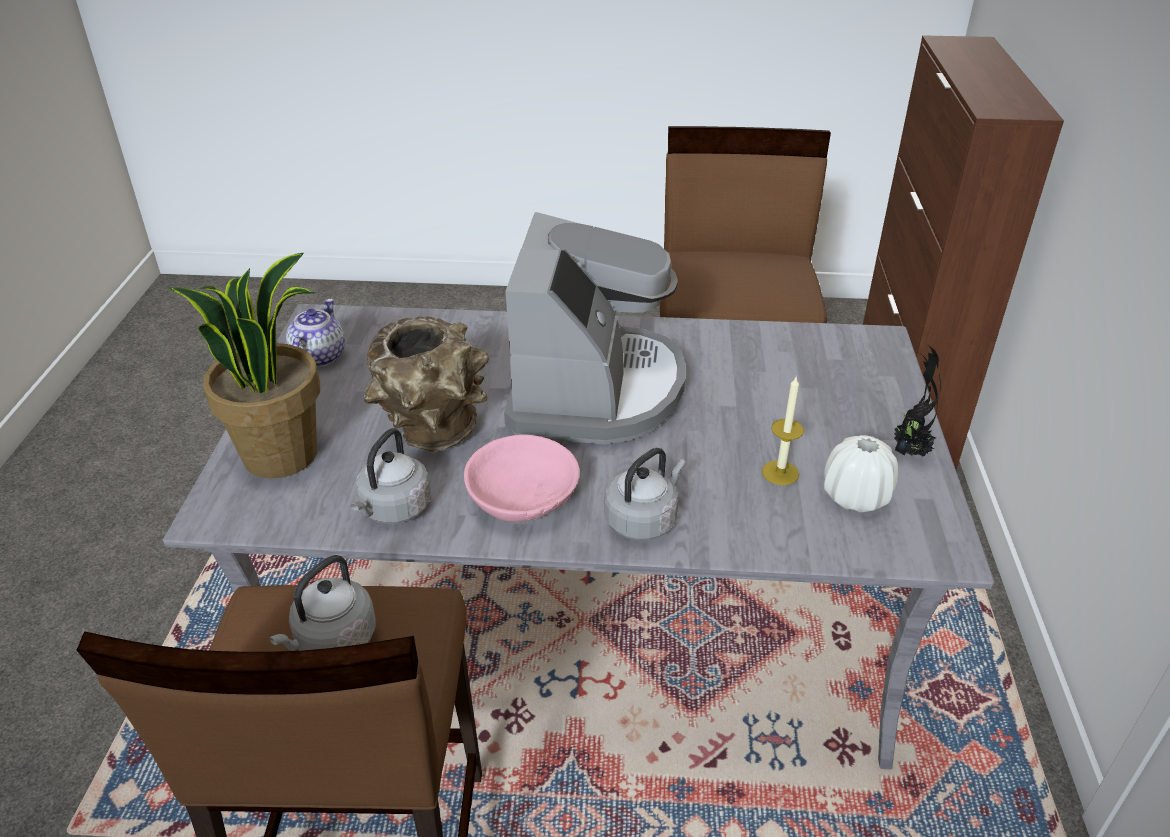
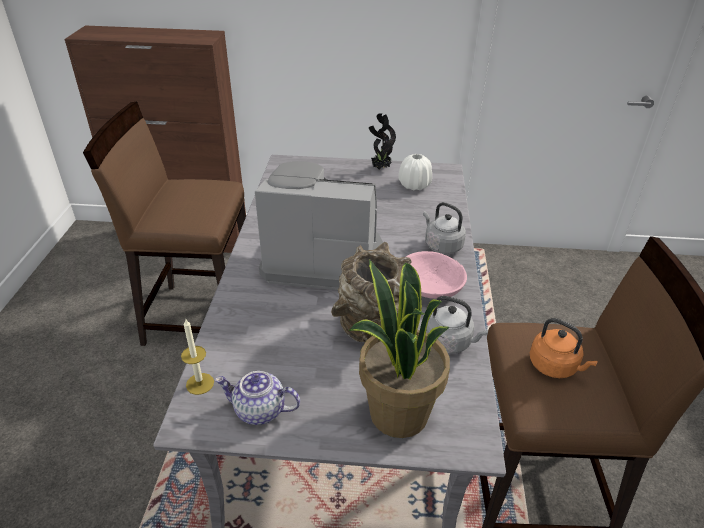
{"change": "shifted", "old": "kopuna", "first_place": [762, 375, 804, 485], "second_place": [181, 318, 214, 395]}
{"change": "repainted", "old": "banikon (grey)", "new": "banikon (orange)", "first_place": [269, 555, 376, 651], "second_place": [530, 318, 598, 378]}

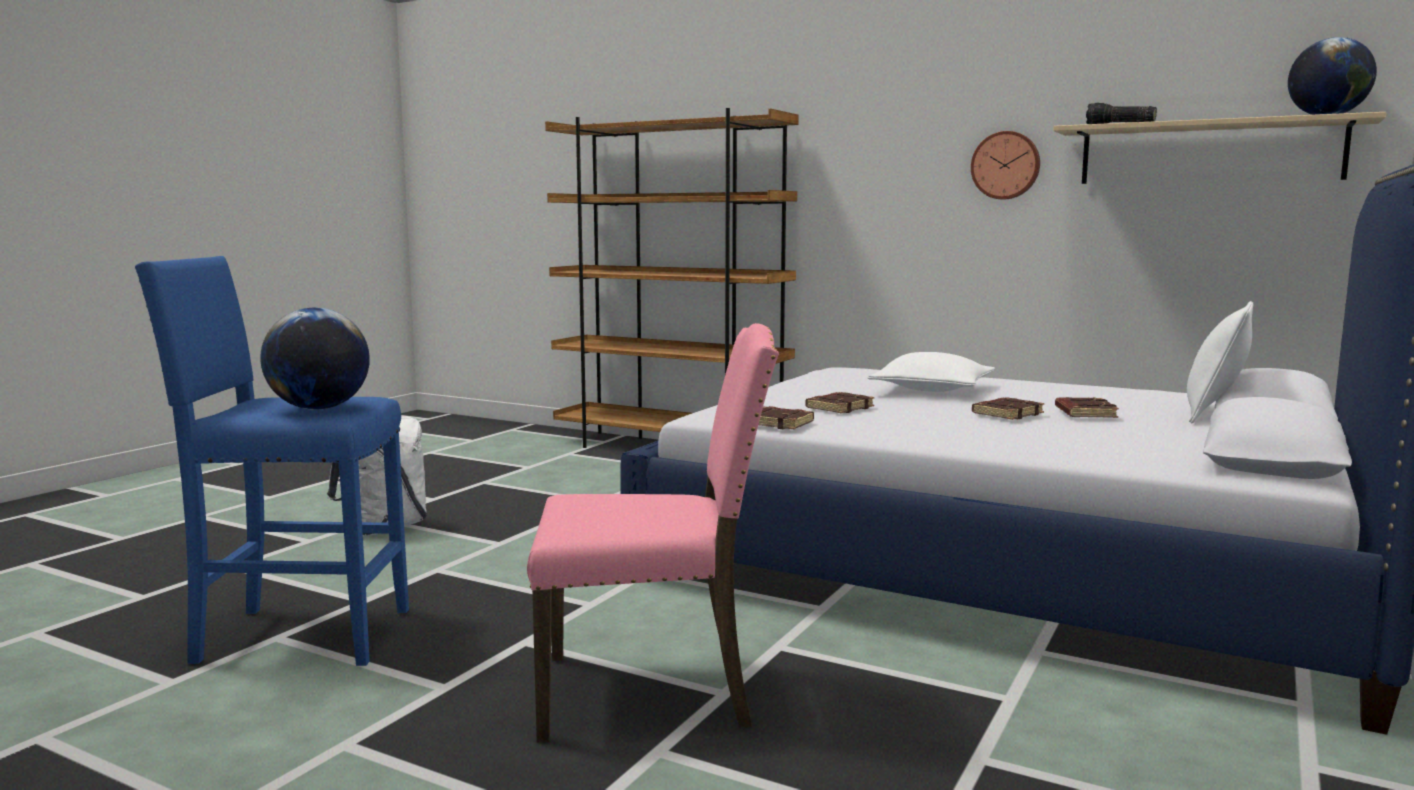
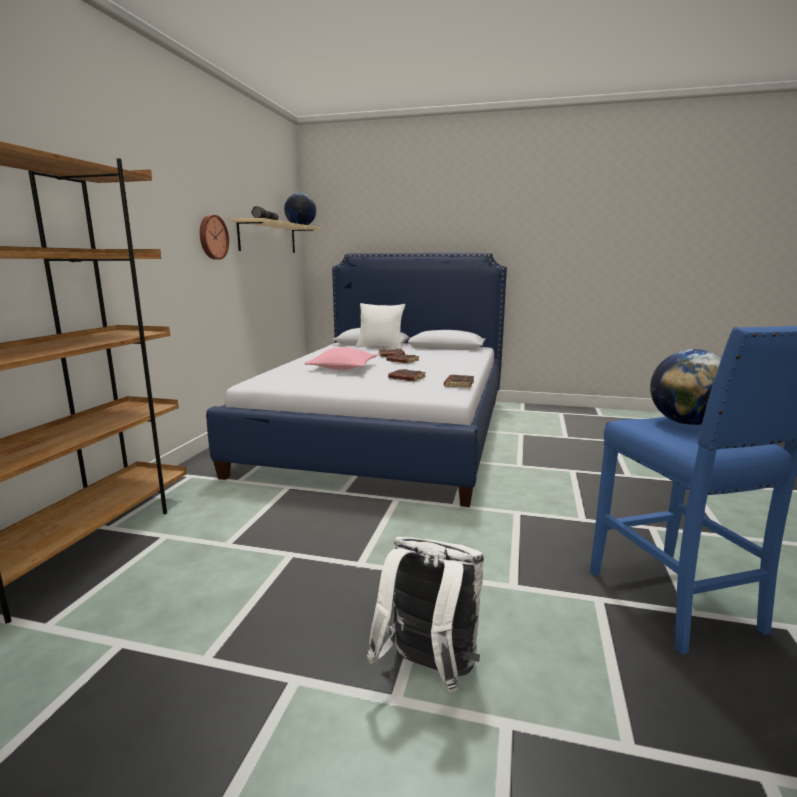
{"change": "gone", "old": "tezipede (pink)", "first_place": [527, 323, 779, 743]}
{"change": "repainted", "old": "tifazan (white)", "new": "tifazan (pink)", "first_place": [868, 352, 995, 392], "second_place": [304, 347, 378, 370]}

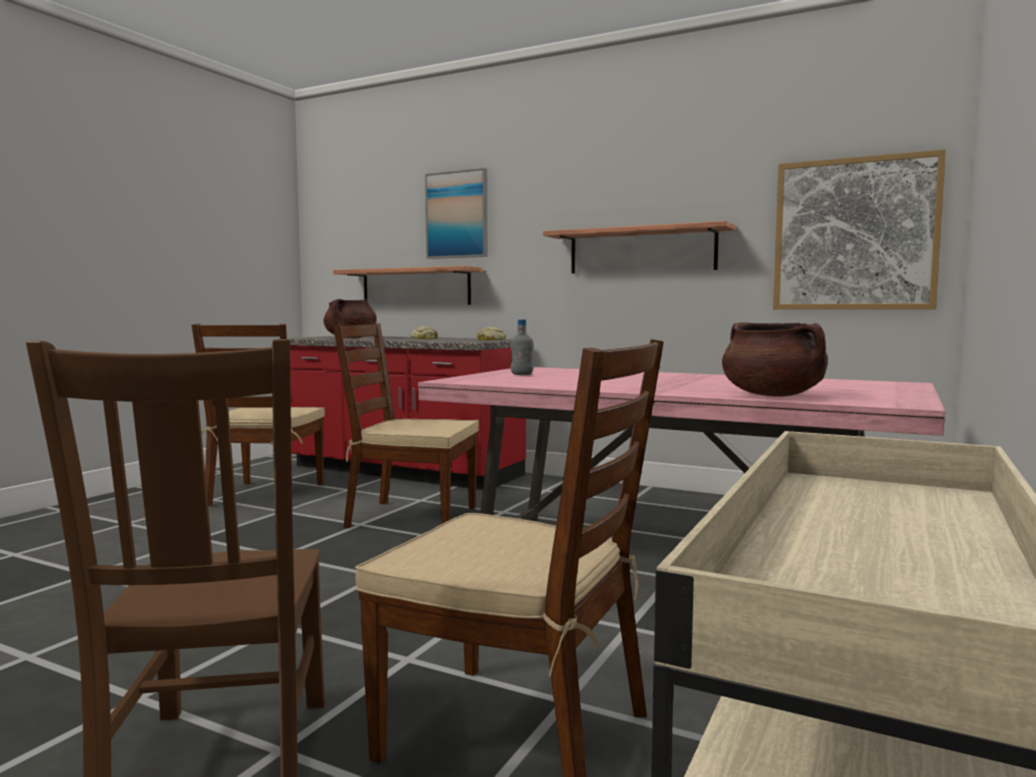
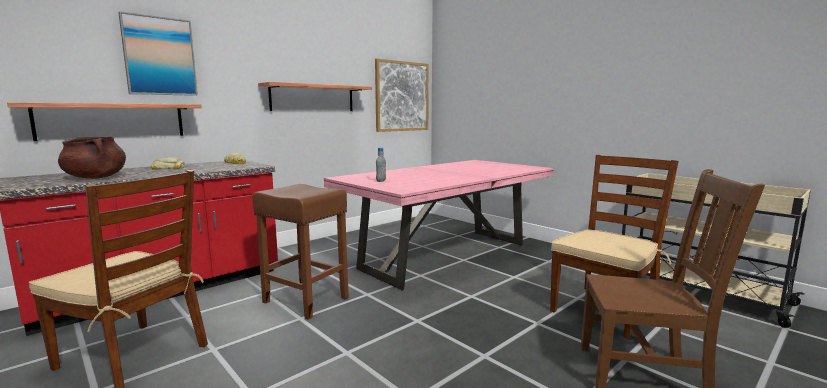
{"change": "gone", "old": "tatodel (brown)", "first_place": [722, 322, 828, 397]}
{"change": "swapped", "old": "tezipede (brown)", "new": "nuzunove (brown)", "first_place": [333, 323, 479, 528], "second_place": [252, 184, 349, 320]}

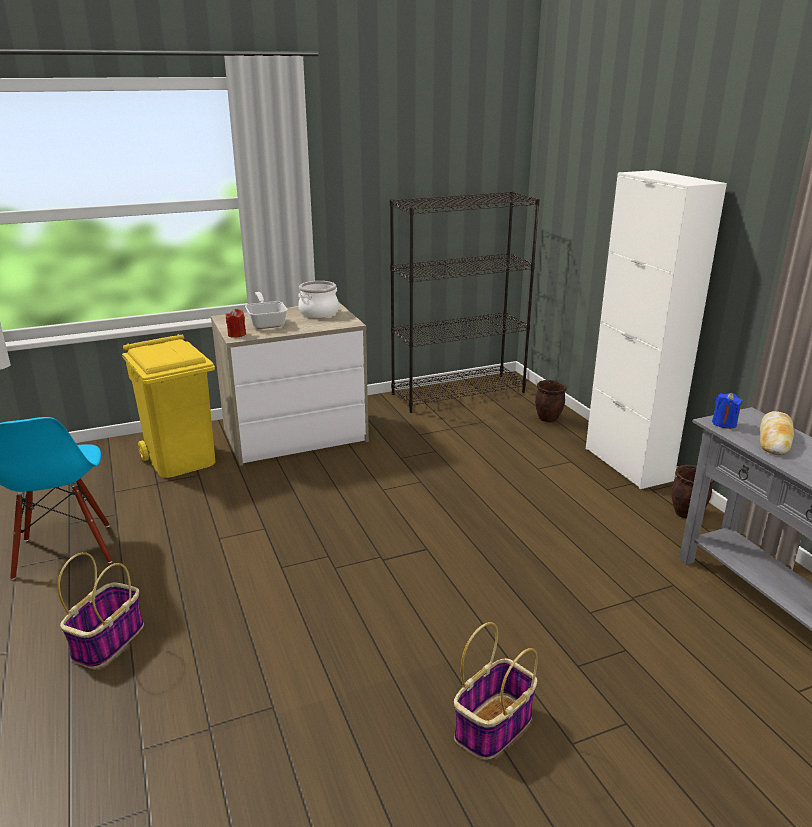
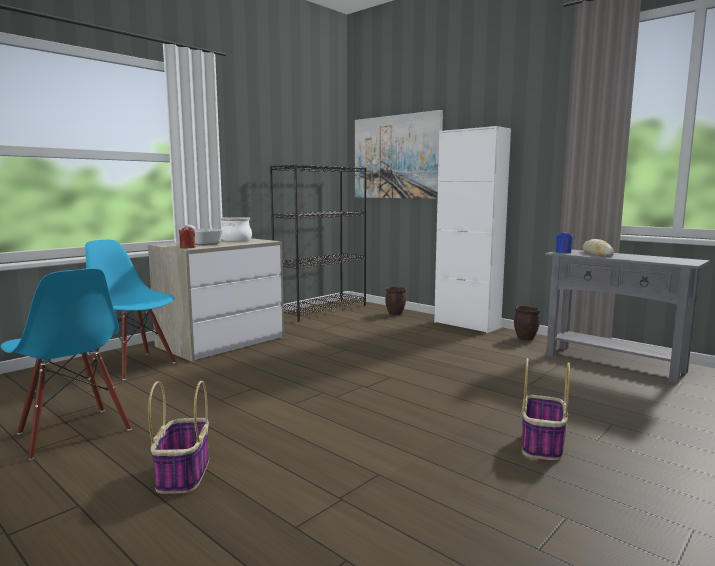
{"change": "swapped", "old": "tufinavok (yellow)", "new": "tezipede (blue)", "first_place": [122, 334, 215, 478], "second_place": [85, 240, 176, 380]}
{"change": "new", "new": "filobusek", "second_place": [355, 110, 443, 199]}

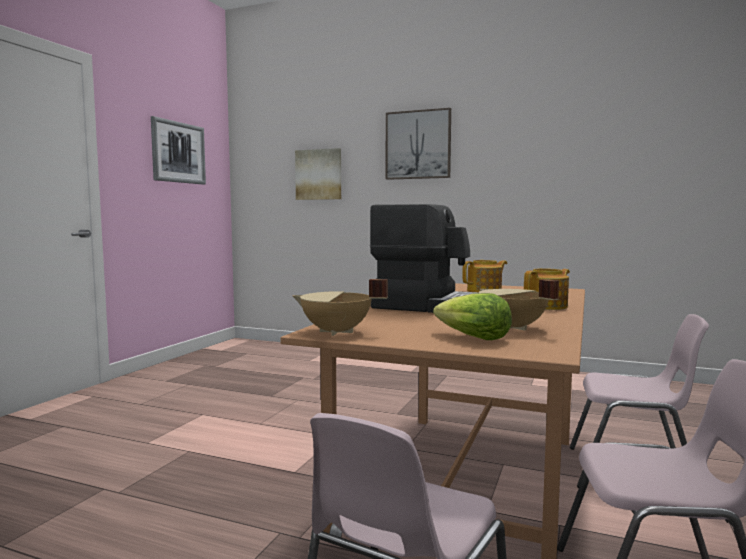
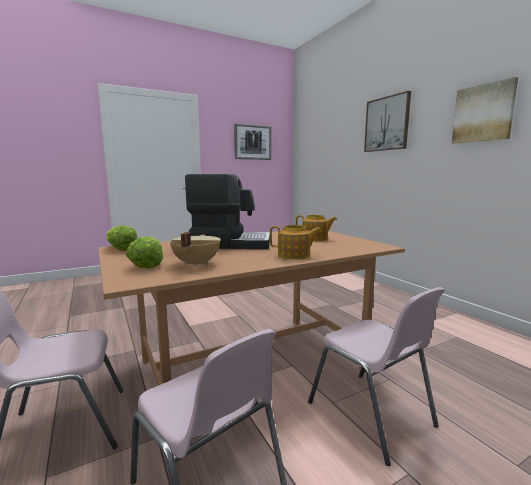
{"change": "shifted", "old": "filobusek", "first_place": [295, 148, 341, 200], "second_place": [451, 77, 518, 144]}
{"change": "rotated", "old": "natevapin", "first_place": [370, 204, 479, 313], "second_place": [185, 174, 270, 249], "degrees": -60}
{"change": "swapped", "old": "tatodel (beige)", "new": "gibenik", "first_place": [292, 279, 388, 336], "second_place": [106, 225, 137, 251]}

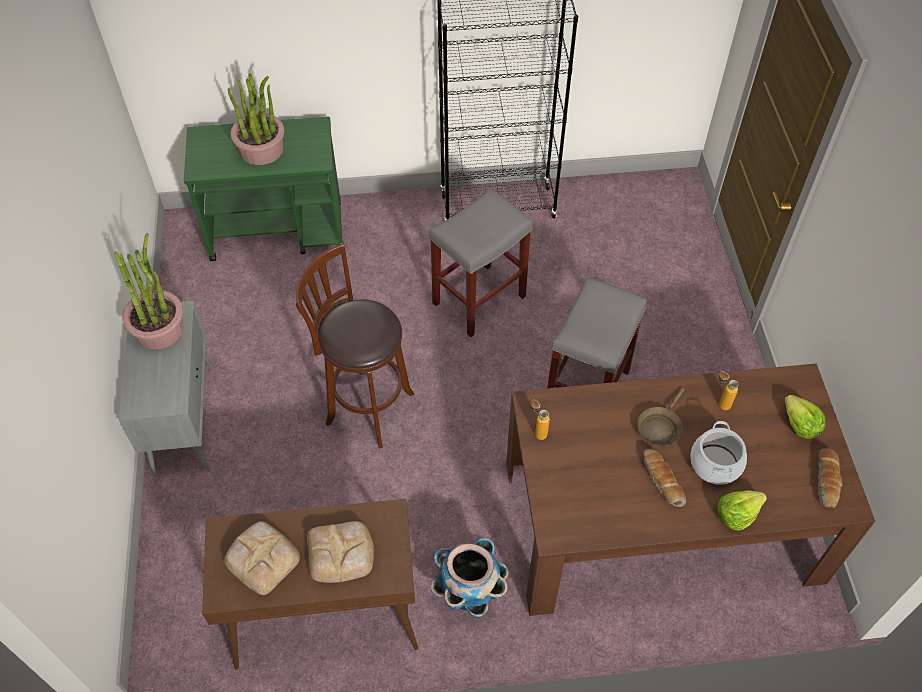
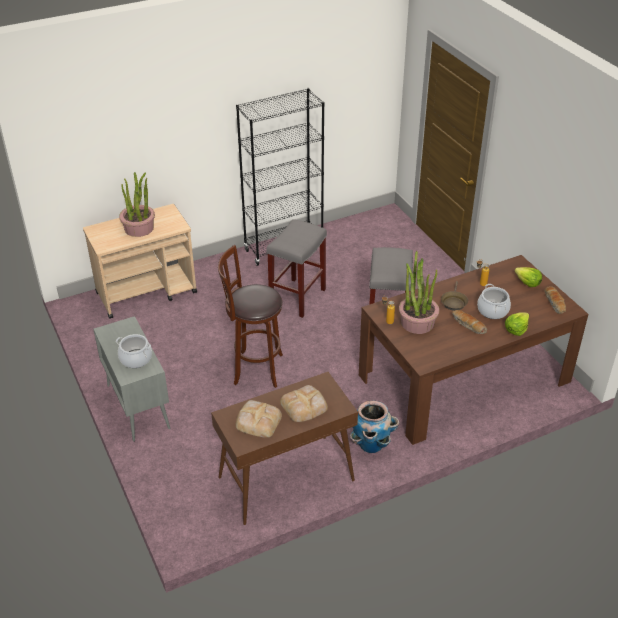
{"change": "repainted", "old": "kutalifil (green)", "new": "kutalifil (beige)", "first_place": [184, 116, 343, 261], "second_place": [83, 204, 197, 319]}
{"change": "shifted", "old": "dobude", "first_place": [114, 233, 184, 349], "second_place": [399, 251, 439, 334]}
{"change": "new", "new": "tatodel", "second_place": [116, 334, 152, 368]}

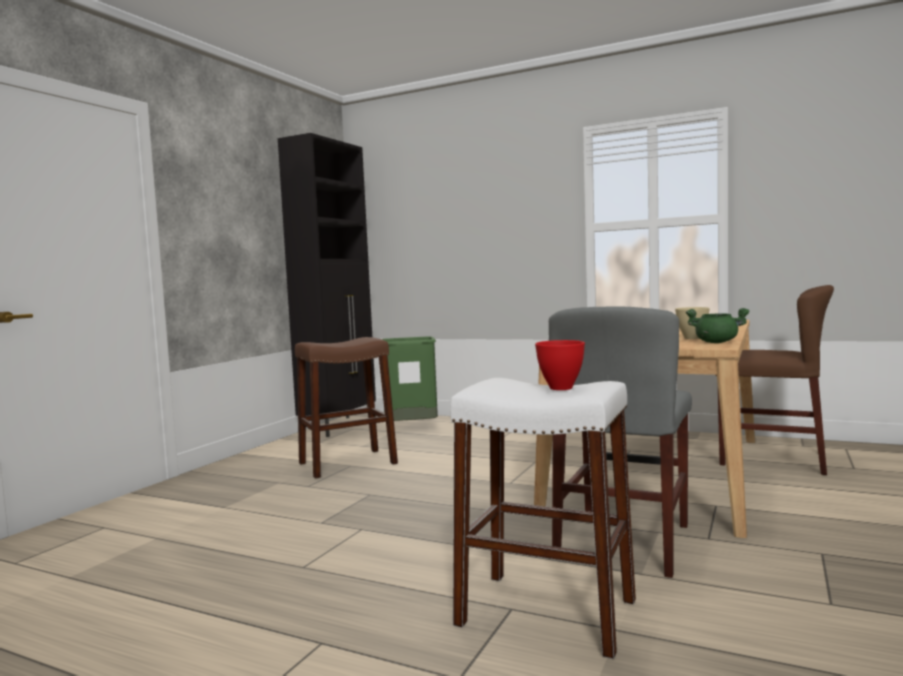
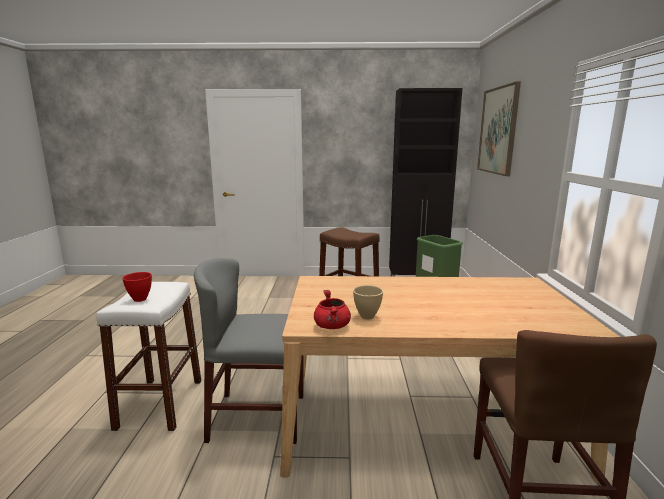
{"change": "repainted", "old": "tatodel (green)", "new": "tatodel (red)", "first_place": [686, 308, 749, 343], "second_place": [314, 290, 351, 329]}
{"change": "new", "new": "filobusek", "second_place": [477, 81, 521, 176]}

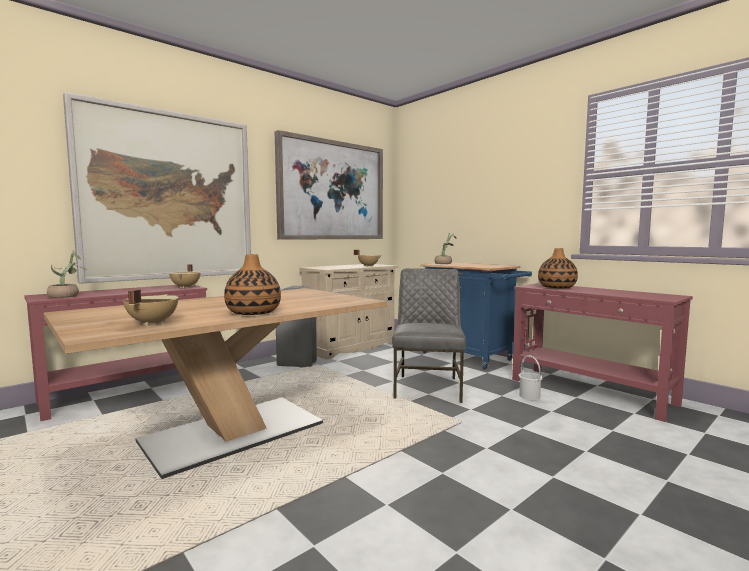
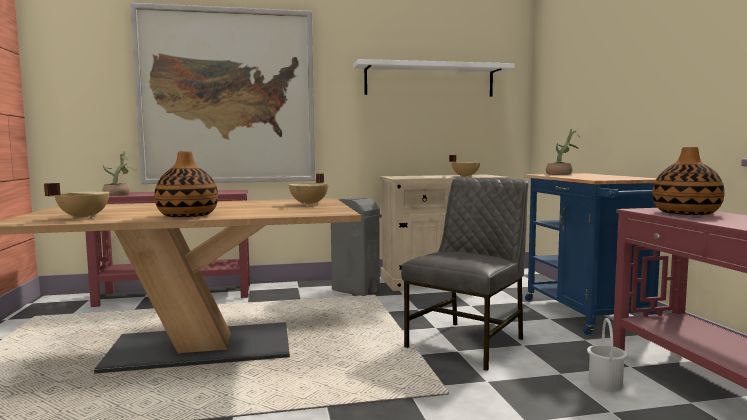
{"change": "swapped", "old": "filobusek", "new": "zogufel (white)", "first_place": [275, 130, 383, 240], "second_place": [353, 59, 515, 97]}
{"change": "shifted", "old": "tatodel (beige)", "first_place": [169, 264, 200, 288], "second_place": [289, 173, 328, 205]}

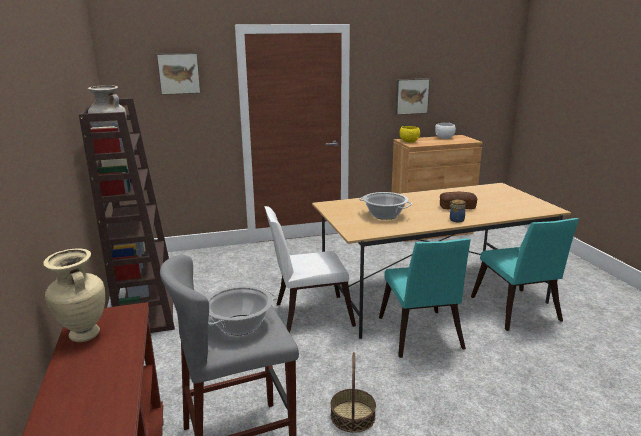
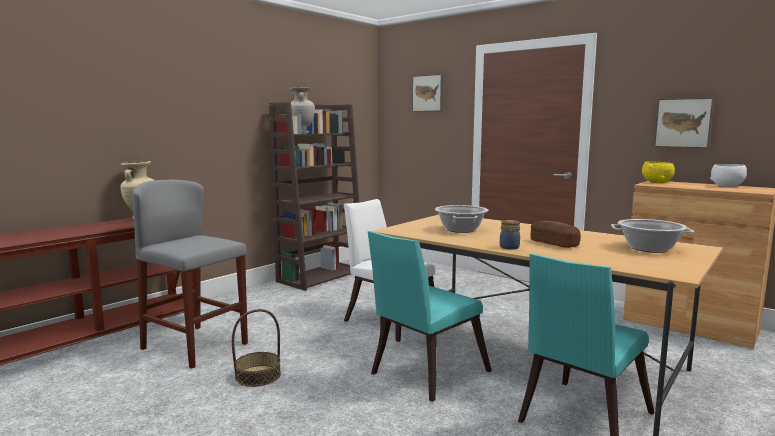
{"change": "shifted", "old": "tatodel", "first_place": [207, 286, 277, 335], "second_place": [611, 219, 695, 253]}

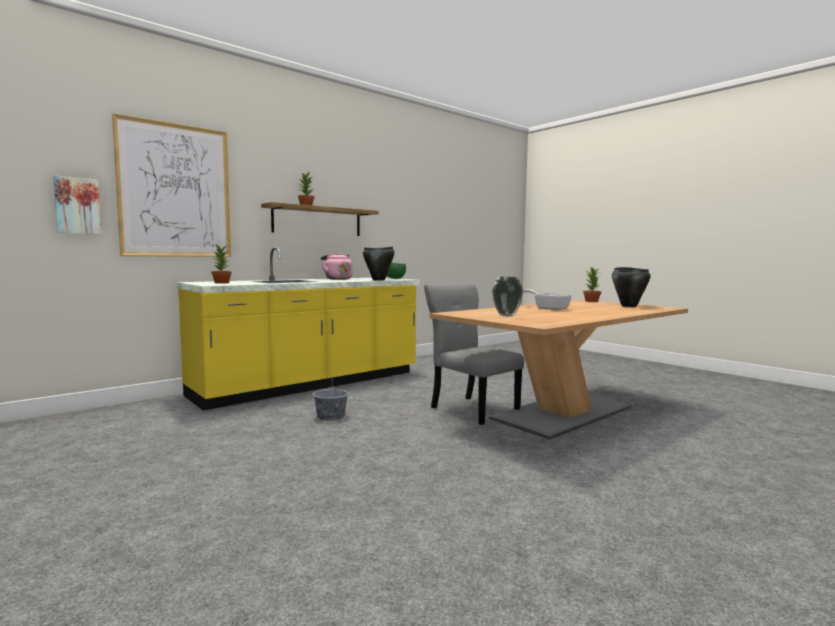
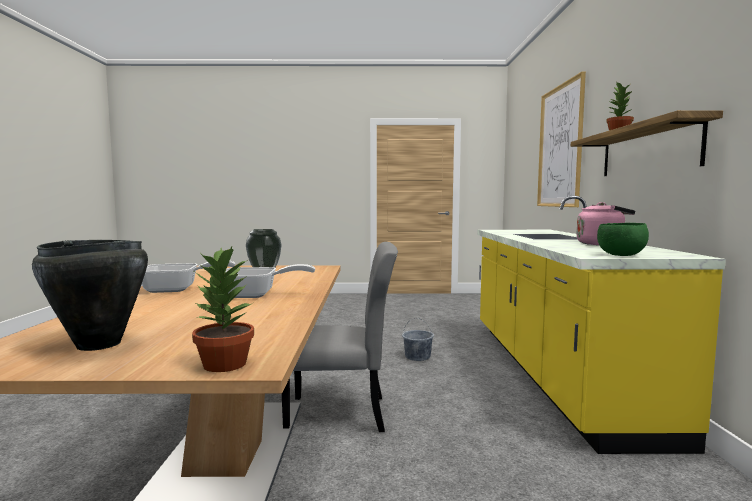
{"change": "gone", "old": "filobusek", "first_place": [53, 175, 101, 234]}
{"change": "gone", "old": "dobude", "first_place": [211, 244, 232, 283]}
{"change": "gone", "old": "tatodel (black)", "first_place": [363, 247, 395, 281]}
{"change": "new", "new": "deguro", "second_place": [142, 261, 235, 293]}

